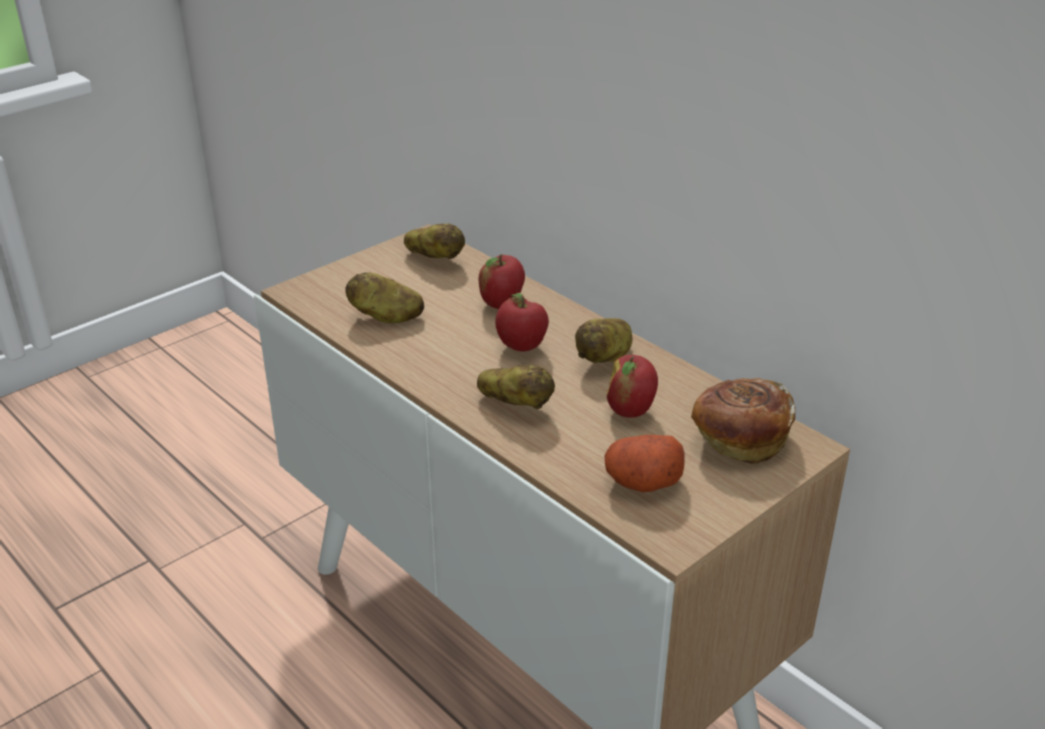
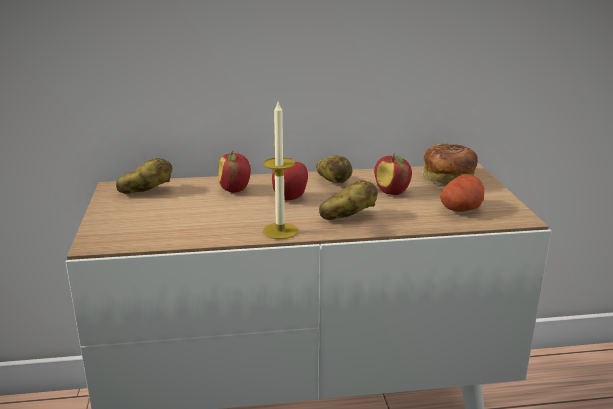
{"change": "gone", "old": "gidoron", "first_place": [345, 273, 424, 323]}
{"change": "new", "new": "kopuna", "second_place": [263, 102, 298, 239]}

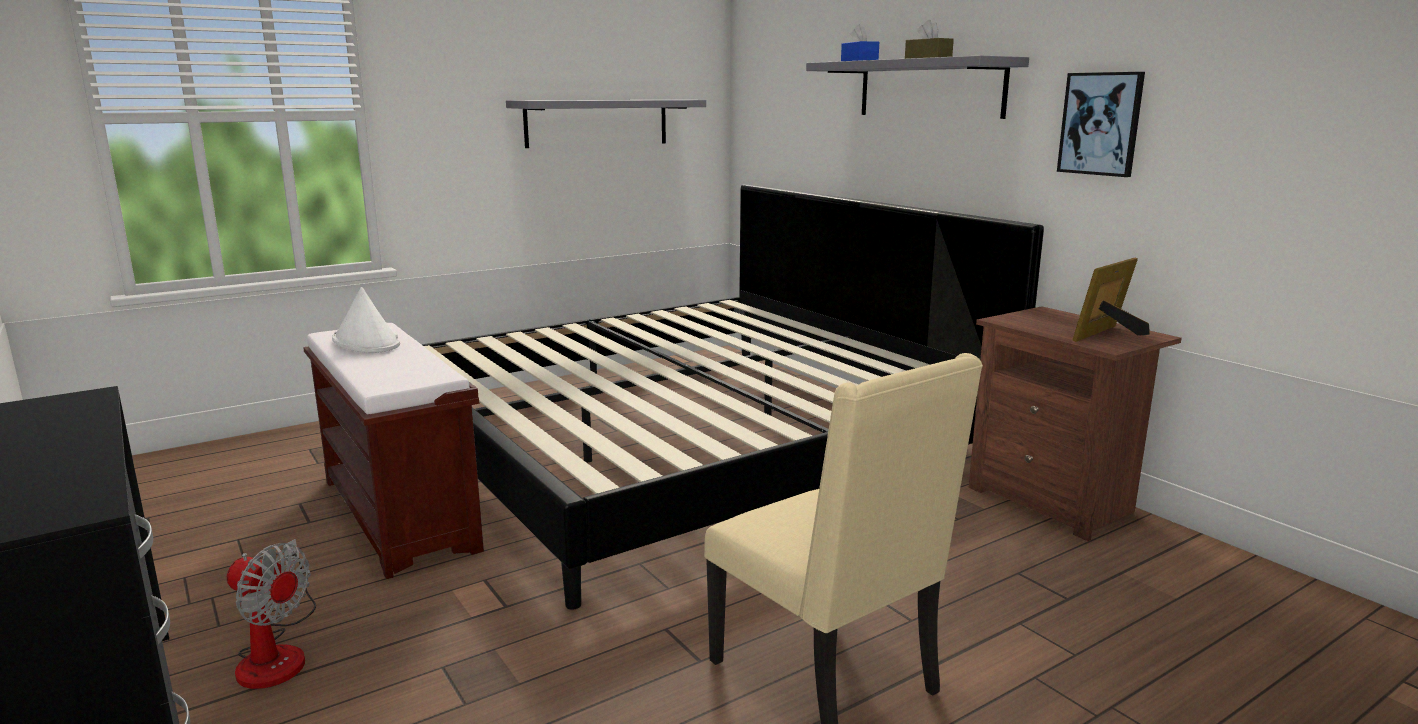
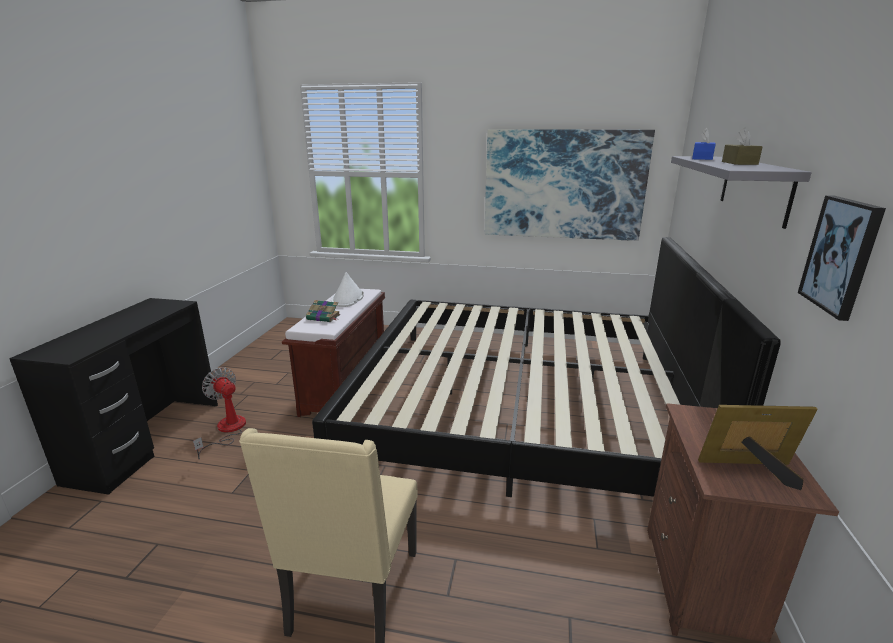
{"change": "swapped", "old": "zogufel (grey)", "new": "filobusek", "first_place": [506, 100, 706, 148], "second_place": [485, 129, 655, 241]}
{"change": "rotated", "old": "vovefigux", "first_place": [227, 539, 316, 689], "second_place": [193, 367, 246, 459], "degrees": 150}
{"change": "new", "new": "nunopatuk", "second_place": [306, 300, 340, 322]}

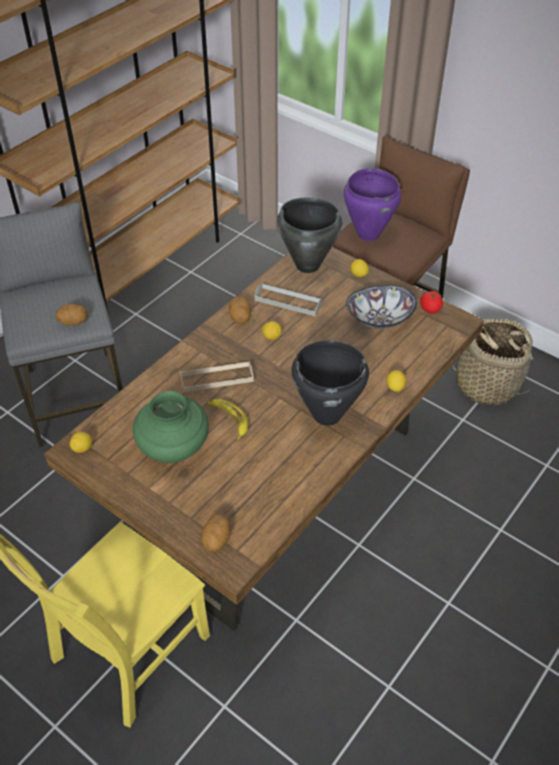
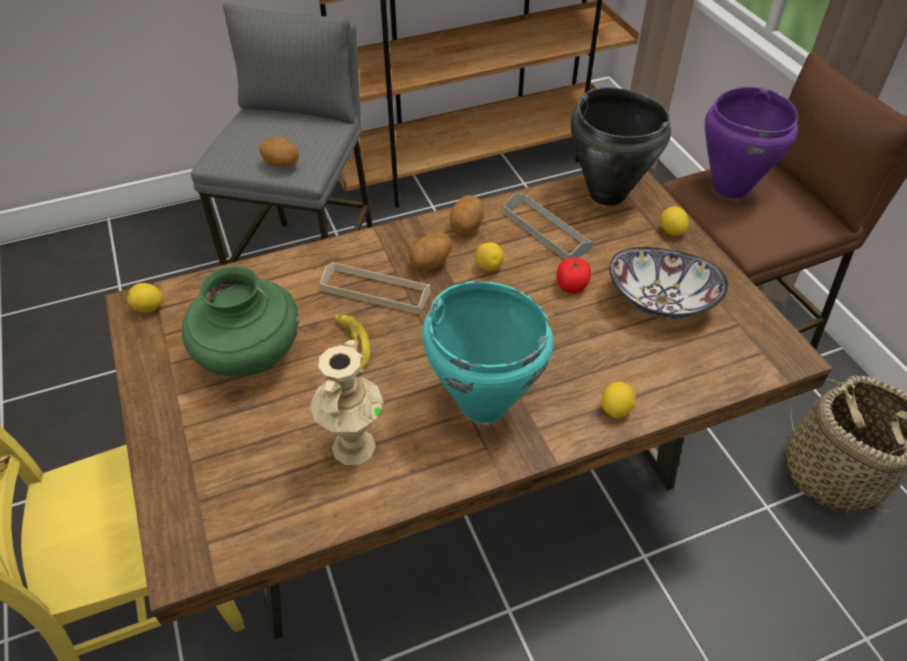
{"change": "shifted", "old": "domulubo", "first_place": [420, 291, 443, 314], "second_place": [556, 257, 591, 293]}
{"change": "repainted", "old": "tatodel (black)", "new": "tatodel (turquoise)", "first_place": [291, 340, 369, 426], "second_place": [422, 281, 553, 423]}
{"change": "shifted", "old": "gidoron", "first_place": [201, 514, 230, 551], "second_place": [409, 232, 452, 270]}
{"change": "new", "new": "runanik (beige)", "second_place": [310, 339, 384, 465]}

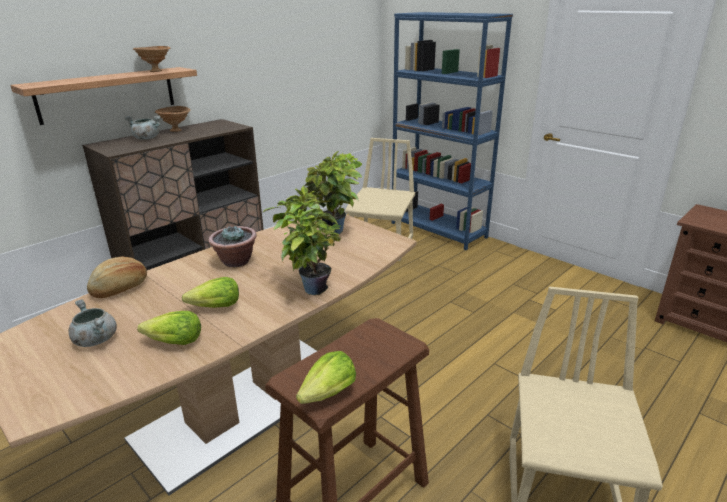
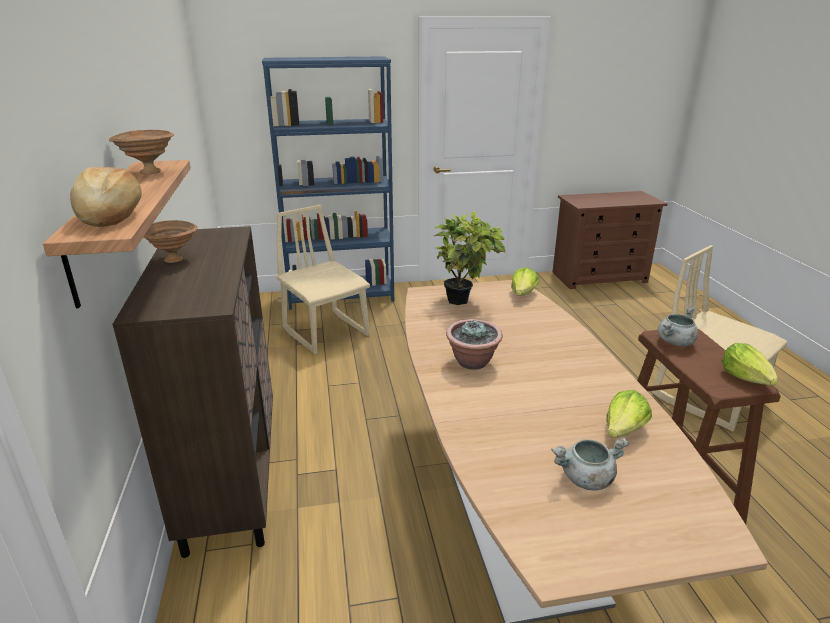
{"change": "shifted", "old": "tatodel (grey)", "first_place": [125, 116, 161, 140], "second_place": [658, 306, 698, 346]}
{"change": "gone", "old": "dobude", "first_place": [262, 186, 341, 295]}
{"change": "shifted", "old": "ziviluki", "first_place": [87, 257, 147, 298], "second_place": [70, 167, 142, 227]}
{"change": "shifted", "old": "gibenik", "first_place": [182, 277, 239, 308], "second_place": [511, 267, 539, 296]}

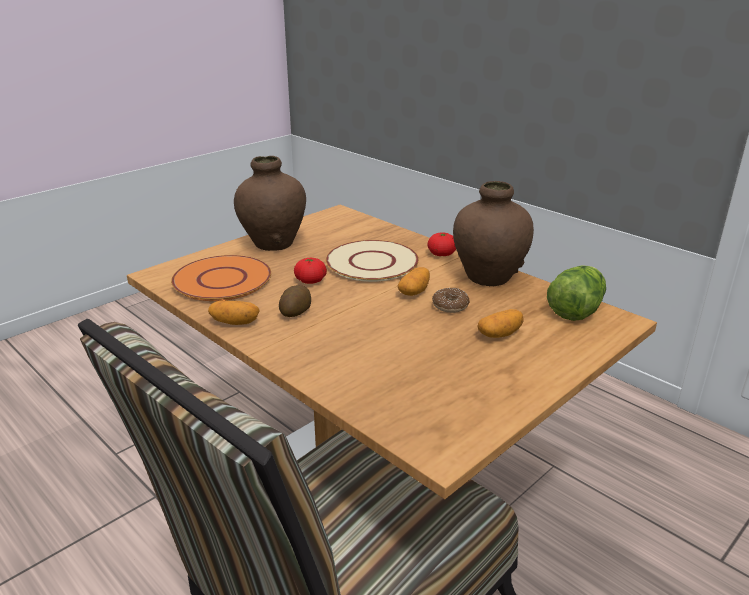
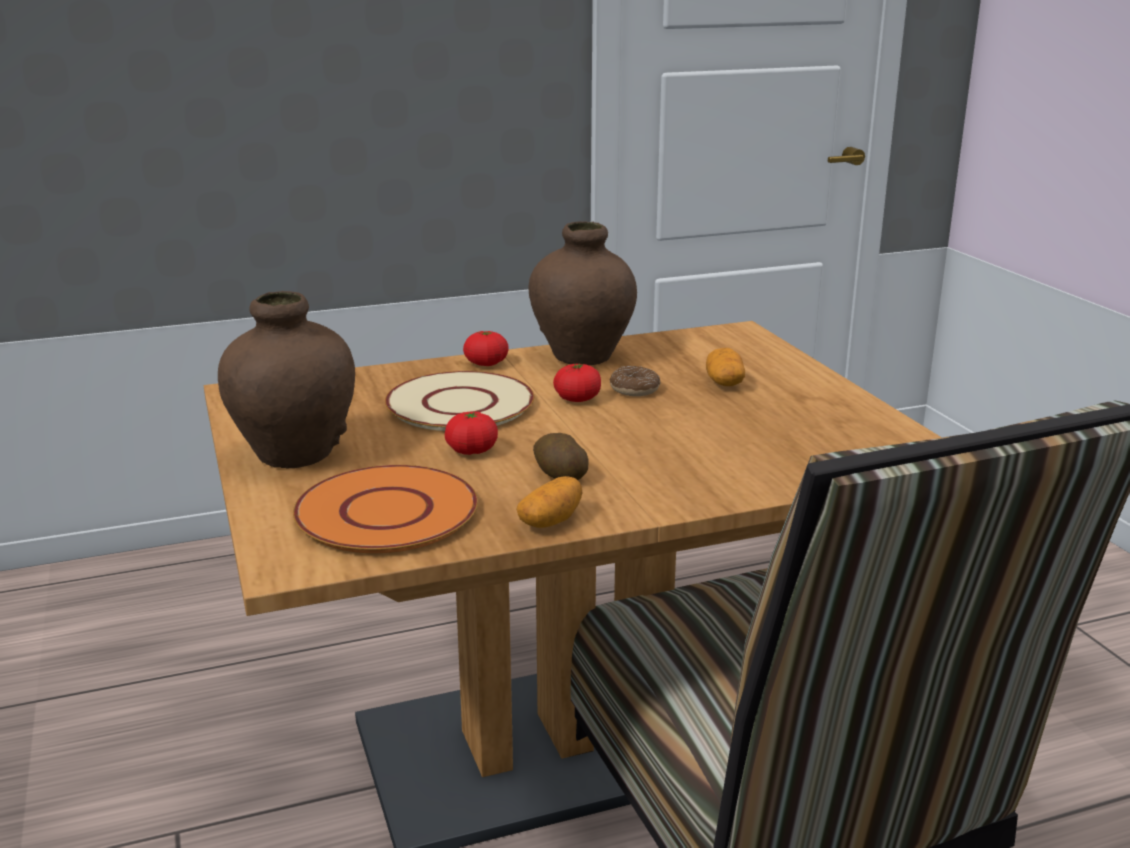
{"change": "gone", "old": "gibenik", "first_place": [547, 265, 606, 321]}
{"change": "swapped", "old": "gidoron", "new": "domulubo", "first_place": [398, 267, 430, 296], "second_place": [553, 364, 601, 402]}

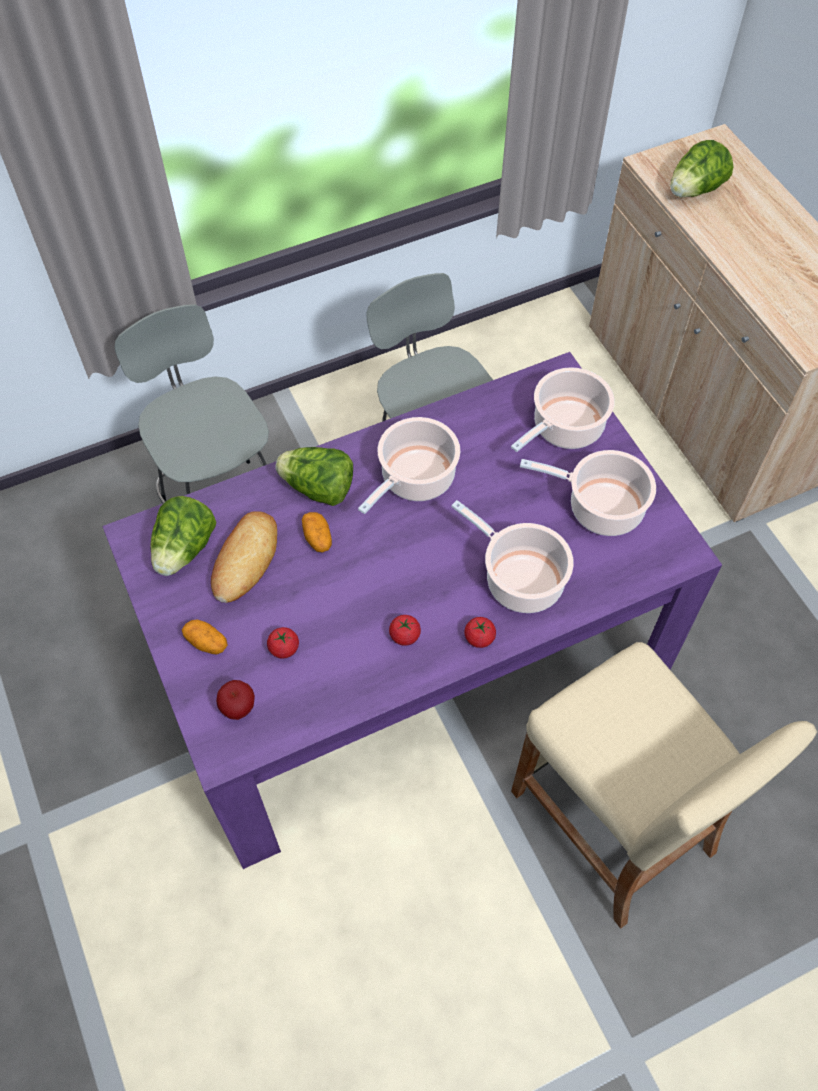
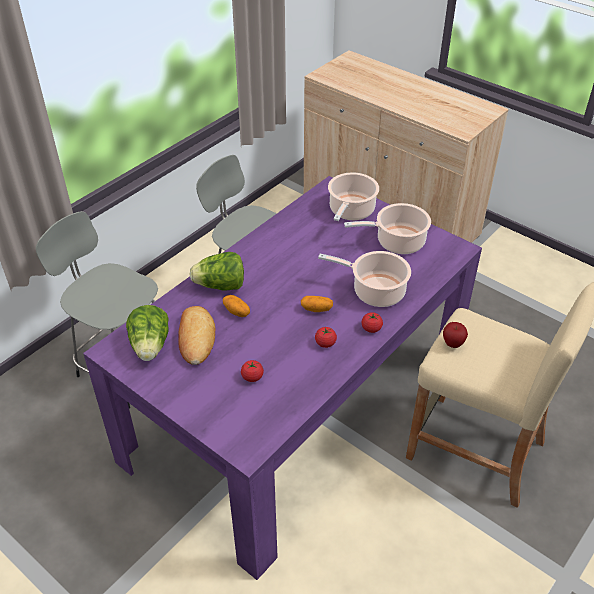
{"change": "gone", "old": "gibenik", "first_place": [670, 140, 733, 197]}
{"change": "gone", "old": "tatodel", "first_place": [358, 417, 460, 514]}
{"change": "shifted", "old": "gidoron", "first_place": [182, 619, 228, 654], "second_place": [301, 296, 333, 312]}
{"change": "shifted", "old": "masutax", "first_place": [216, 680, 255, 720], "second_place": [443, 322, 468, 348]}

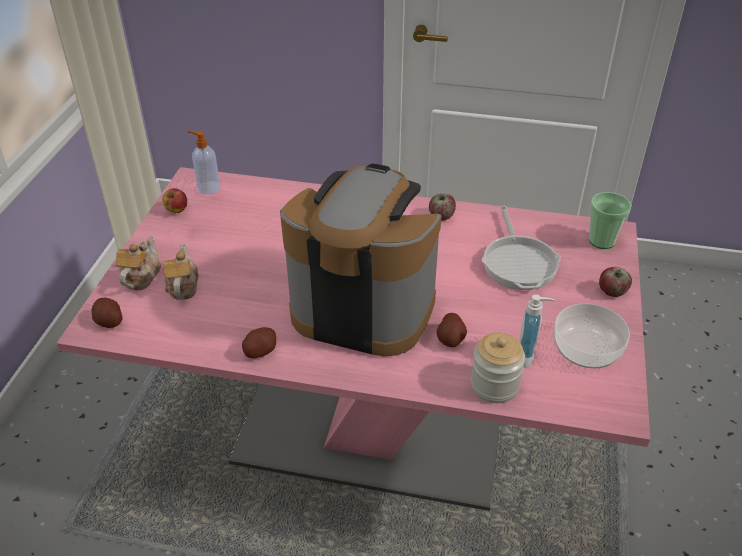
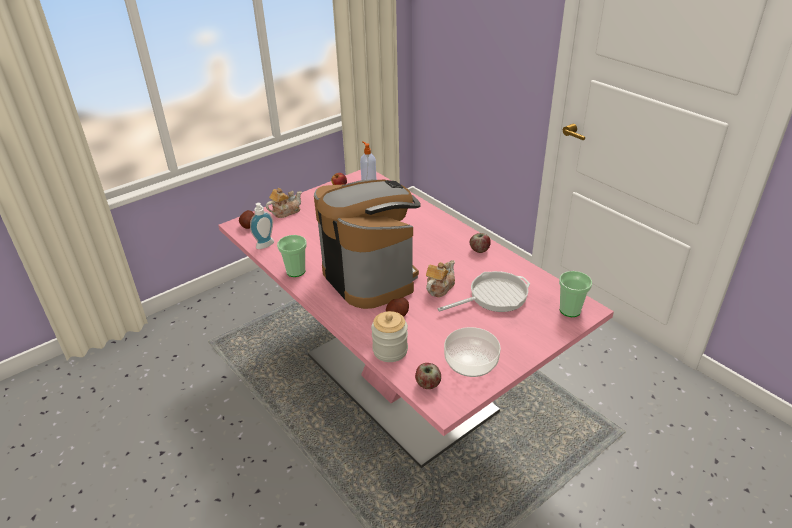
{"change": "rotated", "old": "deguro", "first_place": [482, 206, 561, 290], "second_place": [438, 271, 530, 312], "degrees": -150}
{"change": "shifted", "old": "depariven", "first_place": [163, 244, 199, 300], "second_place": [426, 260, 455, 297]}
{"change": "shifted", "old": "masutax", "first_place": [599, 267, 632, 297], "second_place": [415, 363, 441, 389]}
{"change": "shifted", "old": "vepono", "first_place": [519, 294, 555, 368], "second_place": [250, 203, 274, 249]}
{"change": "swapped", "old": "gidoron", "new": "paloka", "first_place": [242, 327, 276, 358], "second_place": [277, 235, 307, 277]}

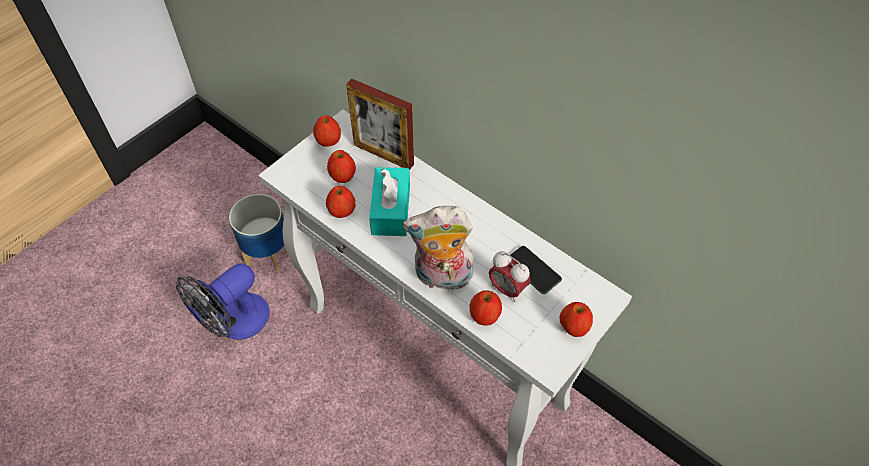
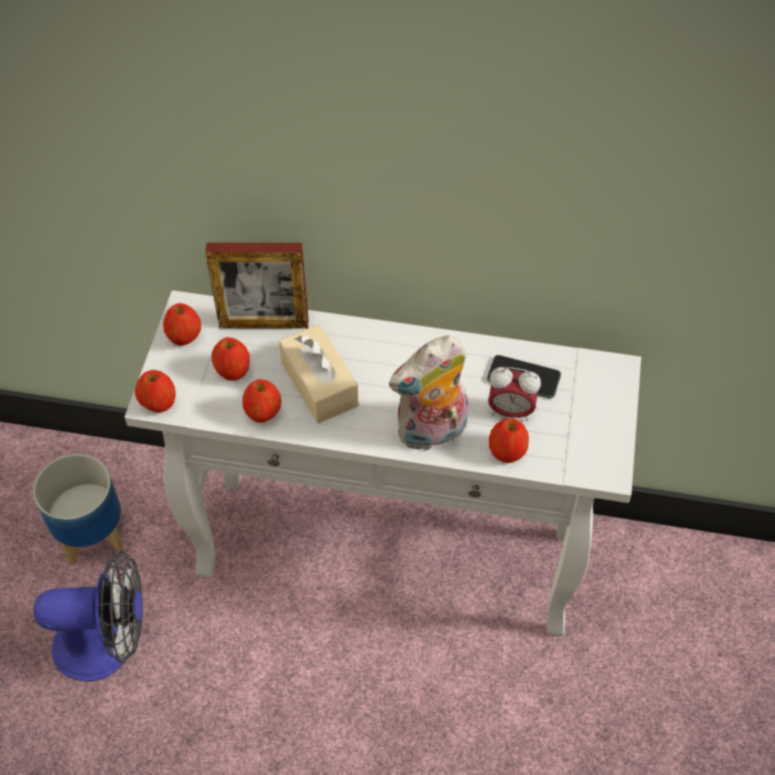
{"change": "repainted", "old": "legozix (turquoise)", "new": "legozix (beige)", "first_place": [369, 167, 410, 236], "second_place": [279, 324, 359, 424]}
{"change": "rotated", "old": "vovefigux", "first_place": [176, 263, 270, 340], "second_place": [33, 551, 143, 682], "degrees": -105}
{"change": "shifted", "old": "masutax", "first_place": [560, 302, 593, 337], "second_place": [135, 370, 176, 413]}

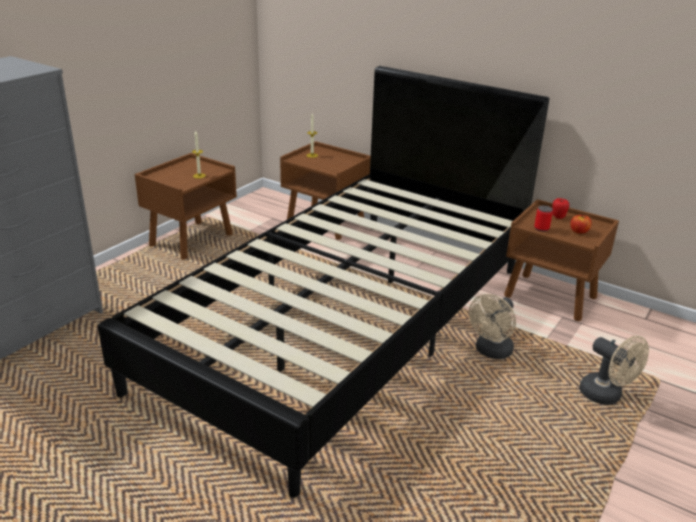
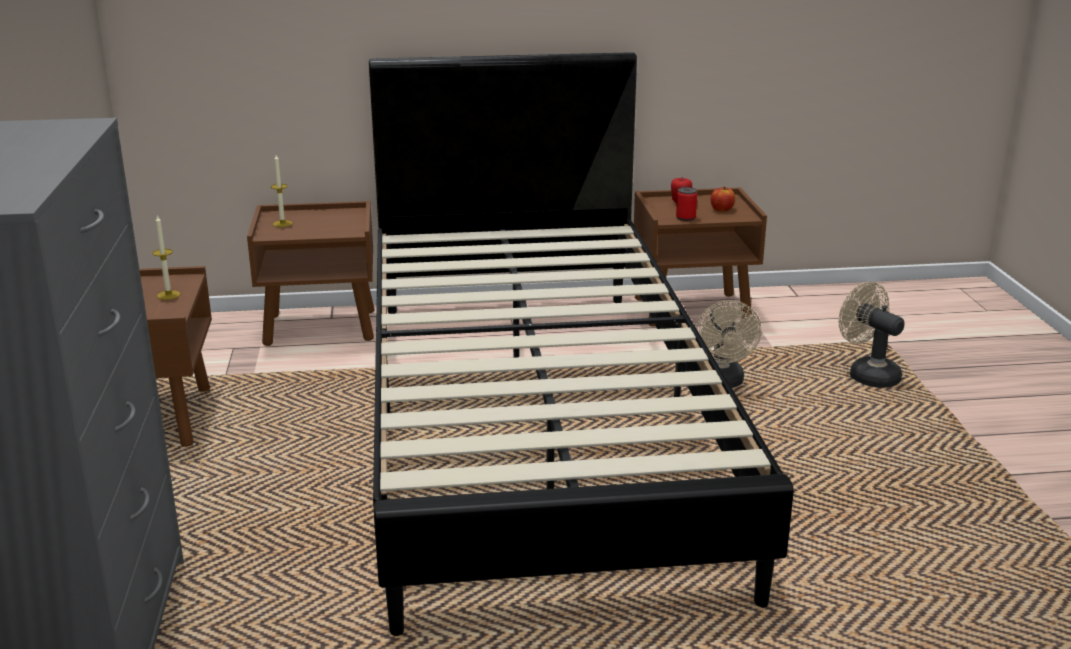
{"change": "rotated", "old": "vovefigux (beige)", "first_place": [579, 336, 649, 405], "second_place": [839, 282, 904, 388], "degrees": -135}

